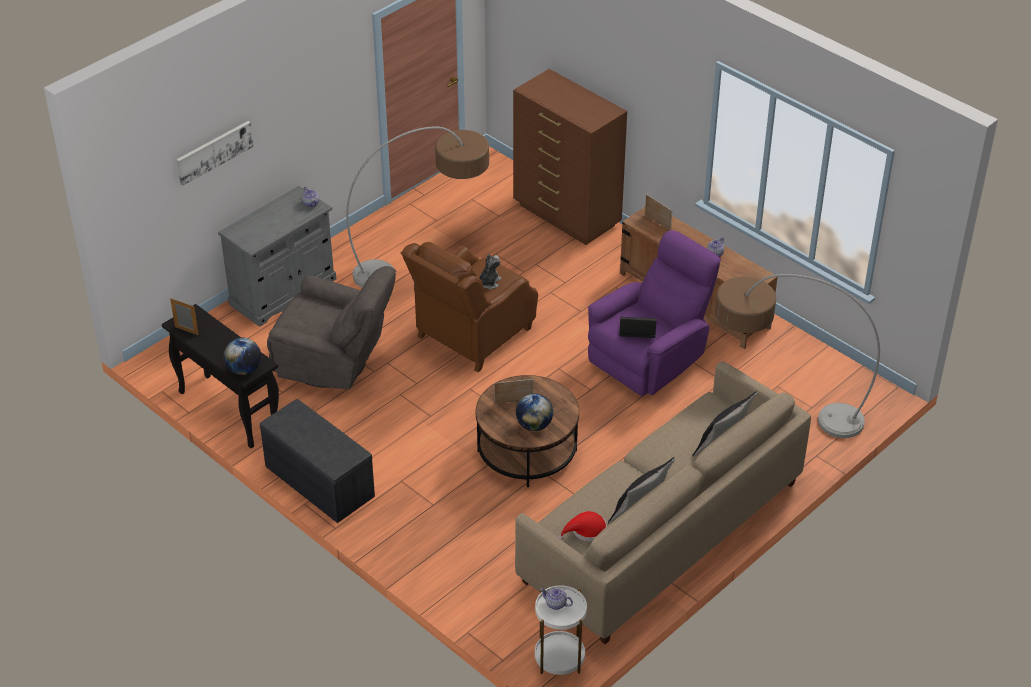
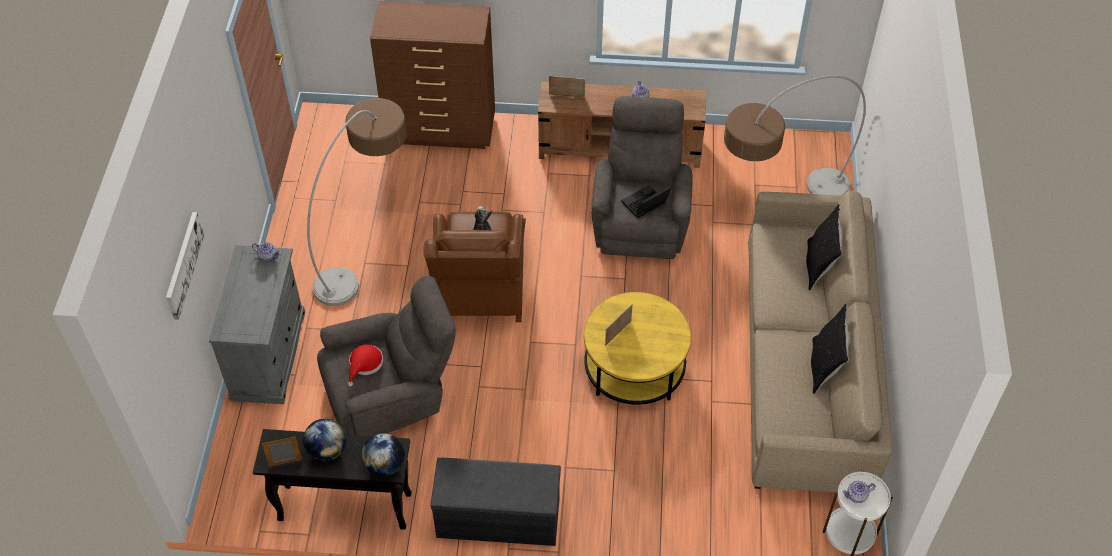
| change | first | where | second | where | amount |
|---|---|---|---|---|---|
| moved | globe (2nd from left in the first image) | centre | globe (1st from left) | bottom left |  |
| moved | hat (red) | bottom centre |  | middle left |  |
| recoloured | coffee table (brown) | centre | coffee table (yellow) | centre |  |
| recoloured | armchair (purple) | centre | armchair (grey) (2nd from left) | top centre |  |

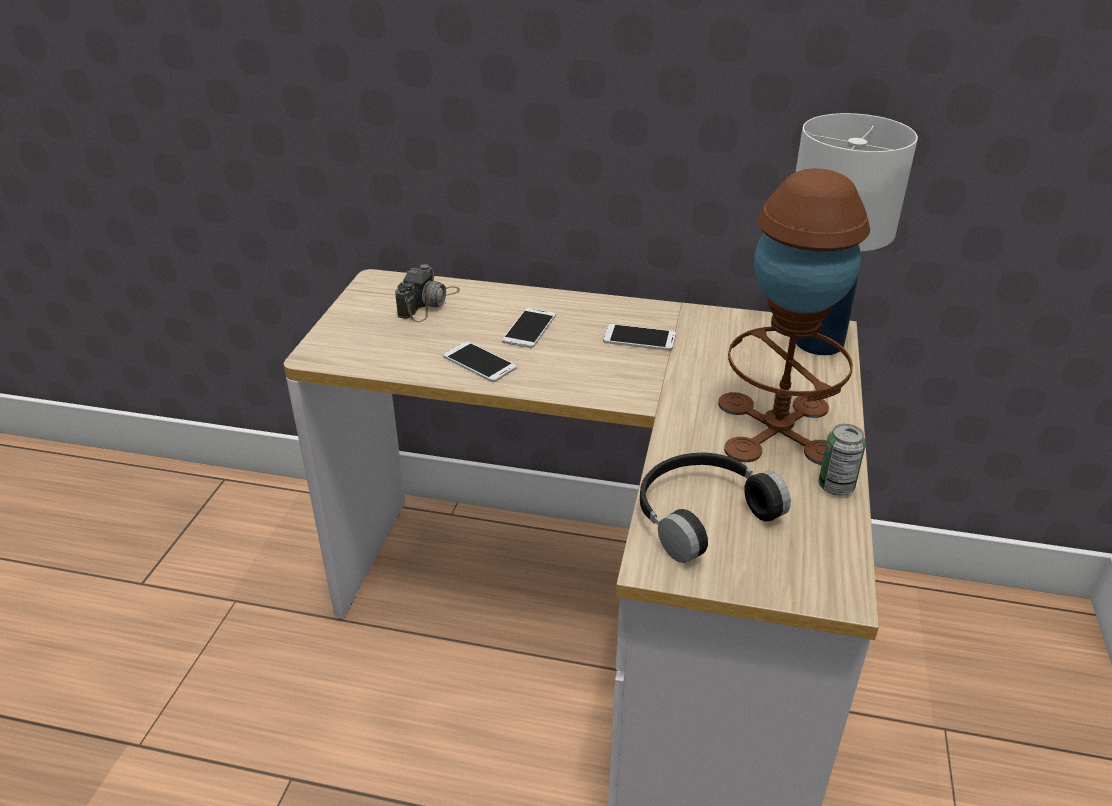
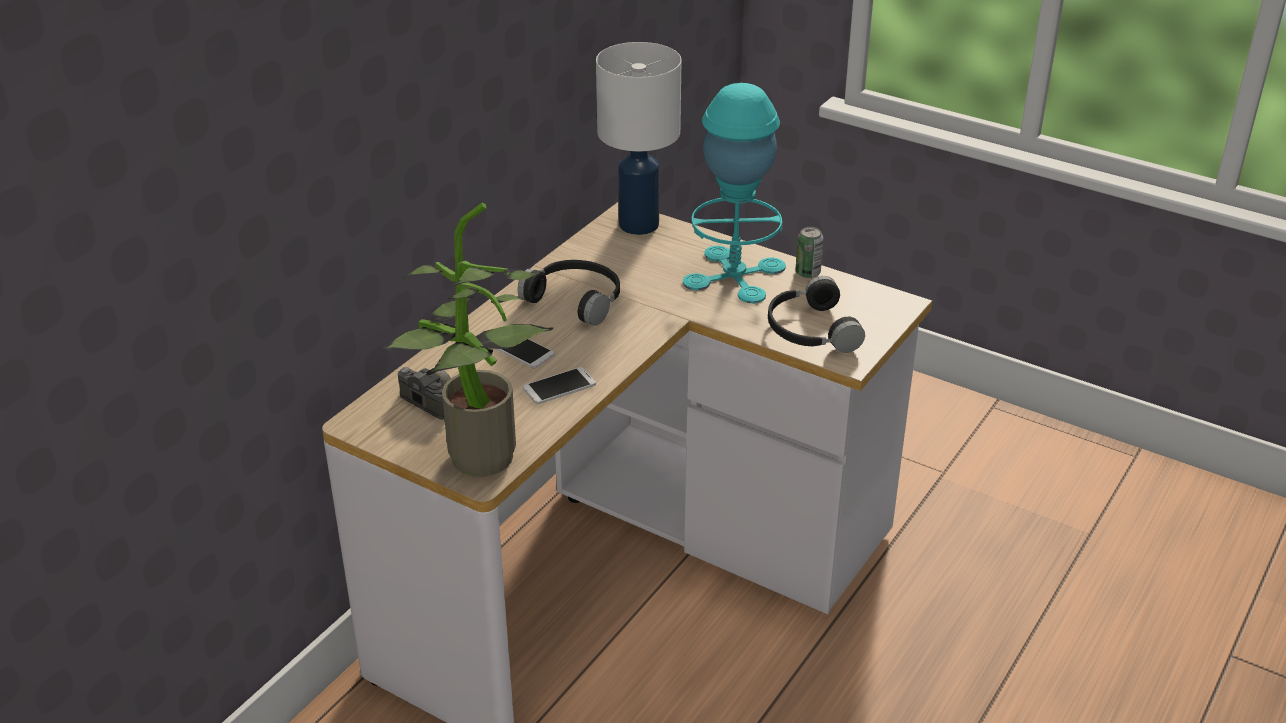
| change | first | where | second | where | amount |
|---|---|---|---|---|---|
| added |  |  | potted plant | centre |  |
| replaced | phone (3rd from left) | centre | headphones (black) (1st from left) | centre |  |
| recoloured | table lamp (brown) | middle right | table lamp (turquoise) | top centre |  |

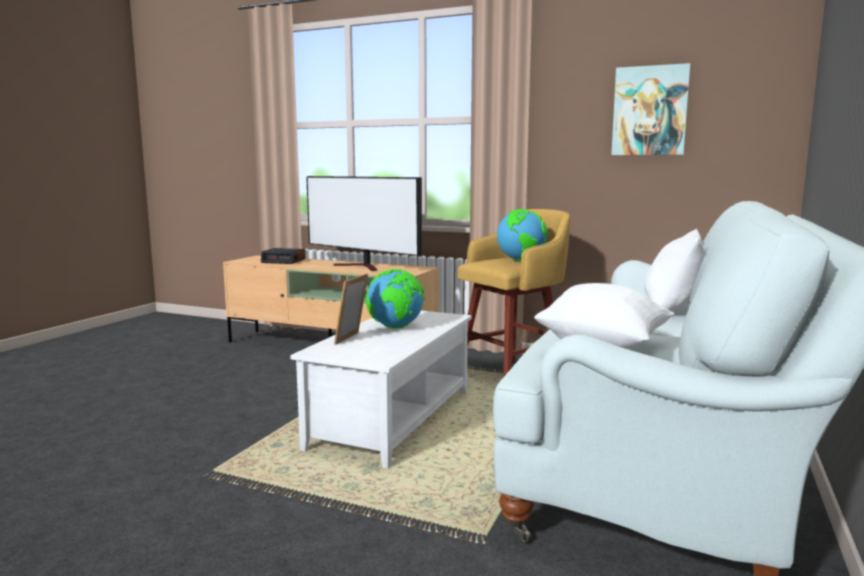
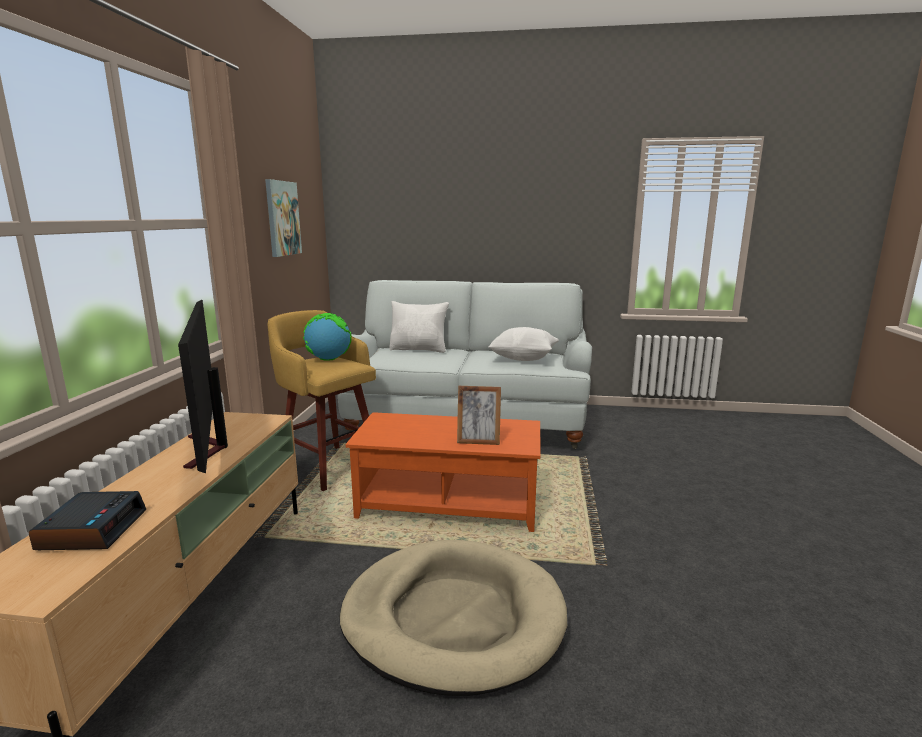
| change | first | where | second | where | amount |
|---|---|---|---|---|---|
| removed | globe (1st from left) | centre |  |  |  |
| added |  |  | dog bed (beige) | bottom centre |  |
| recoloured | coffee table (white) | bottom centre | coffee table (orange) | centre |  |
| turned | television | centre |  | middle left | 135 degrees clockwise |

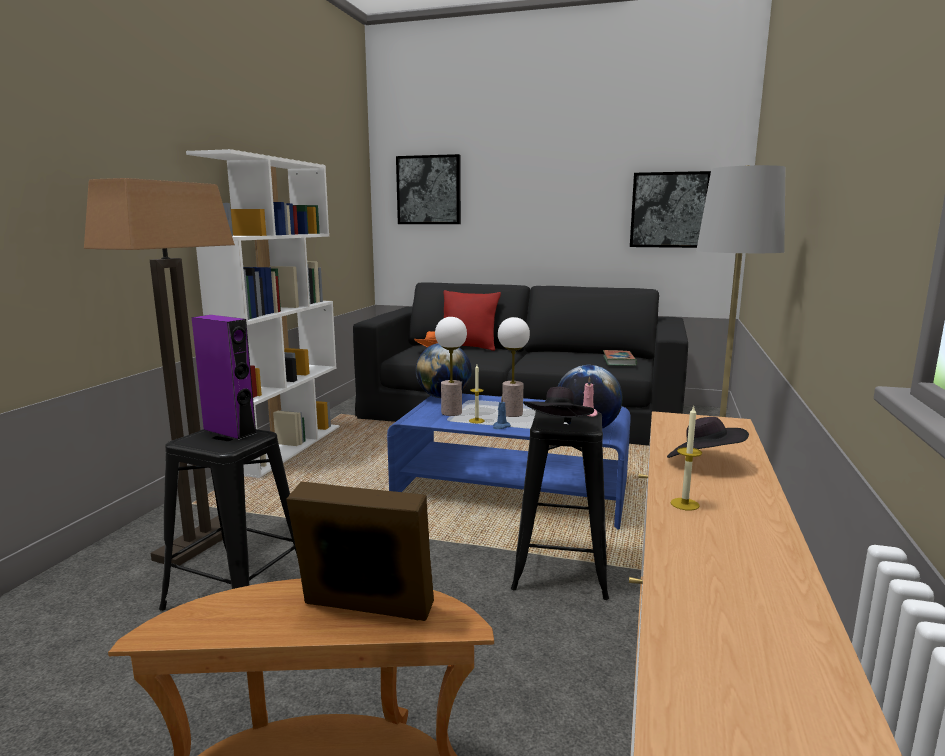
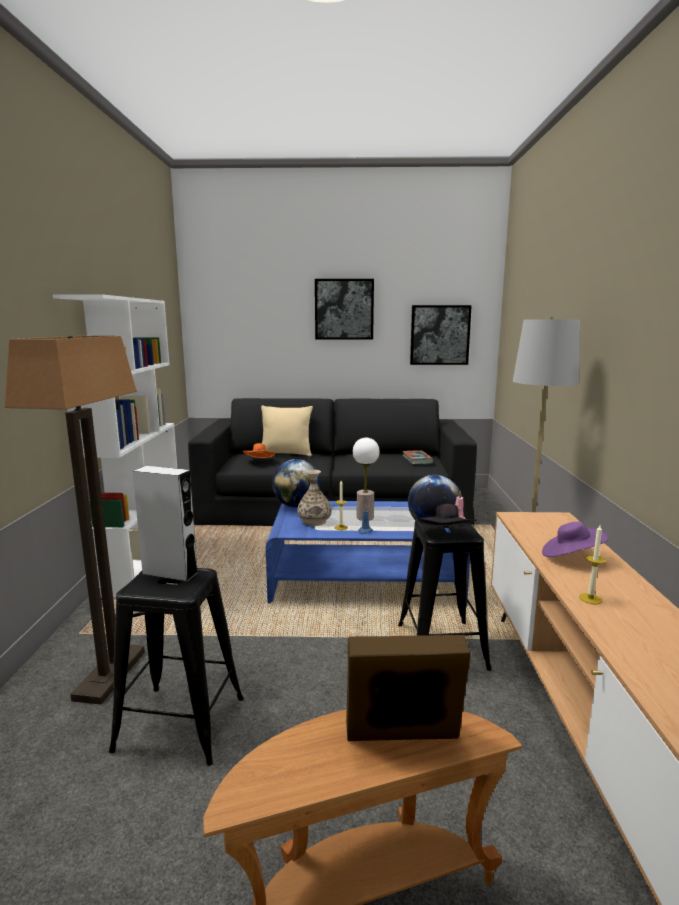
| change | first | where | second | where | amount |
|---|---|---|---|---|---|
| moved | picture (1st from left) | top centre |  | centre |  |
| replaced | table lamp (1st from left) | centre | vase | centre |  |
| recoloured | speaker (purple) | middle left | speaker (grey) | middle left |  |
| recoloured | pillow (red) | centre | pillow (beige) | centre |  |
| recoloured | hat (black) (2nd from left) | middle right | hat (purple) | middle right |  |

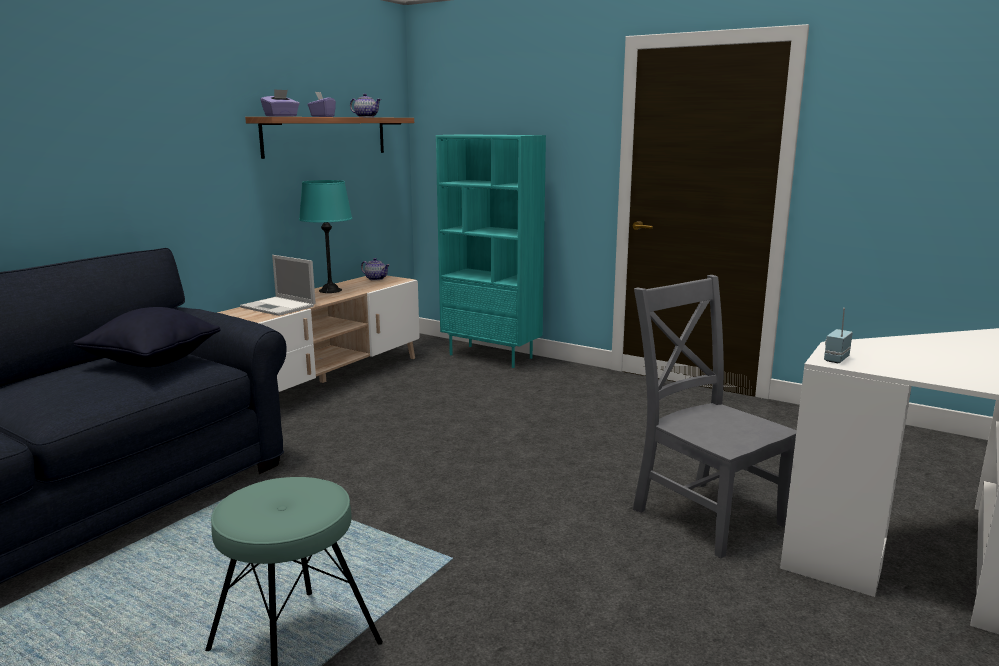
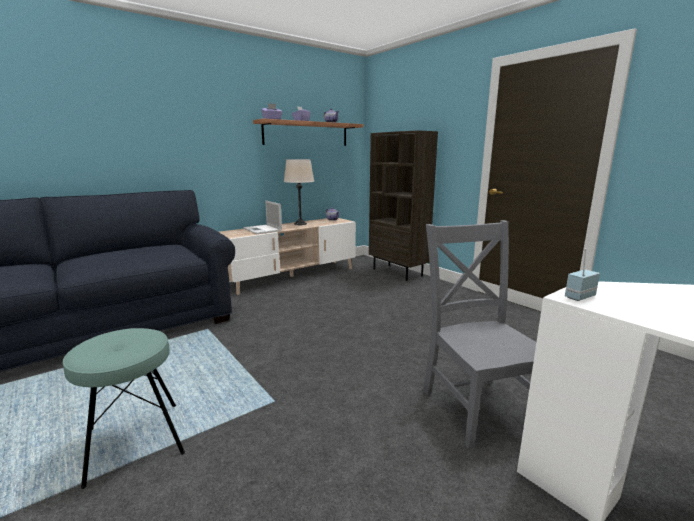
| change | first | where | second | where | amount |
|---|---|---|---|---|---|
| removed | pillow (black) | middle left |  |  |  |
| recoloured | table lamp (turquoise) | middle left | table lamp (beige) | centre |  |
| recoloured | bookcase (turquoise) | centre | bookcase (brown) | centre |  |

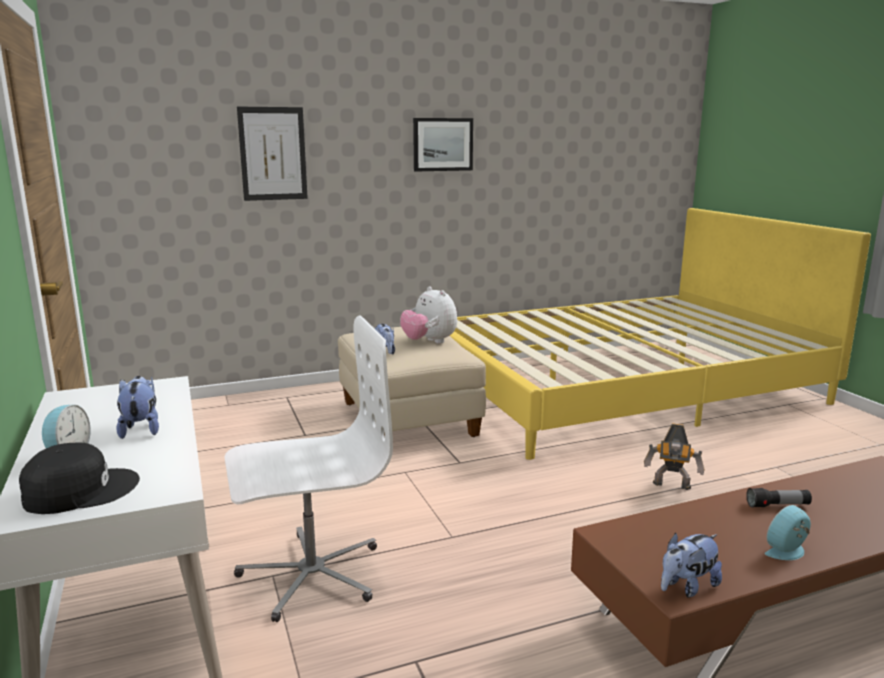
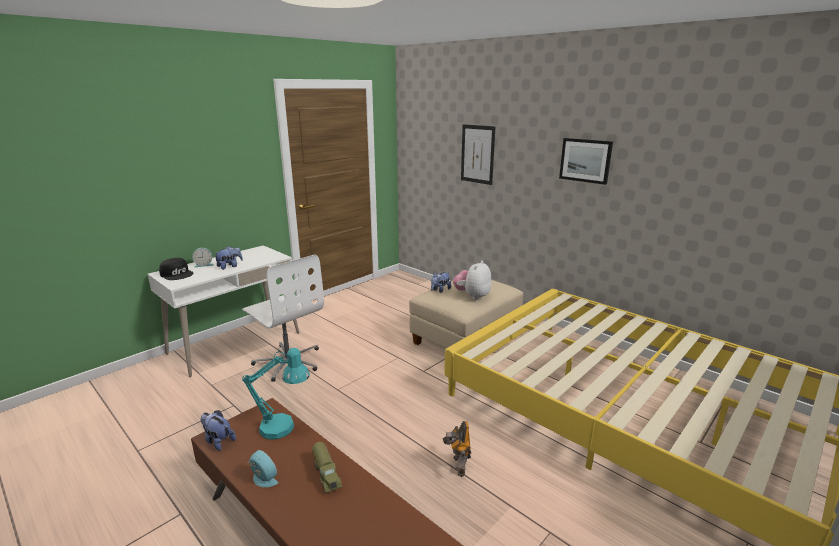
| change | first | where | second | where | amount |
|---|---|---|---|---|---|
| added |  |  | table lamp (turquoise) | bottom left |  |
| replaced | flashlight | bottom right | toy truck | bottom centre |  |

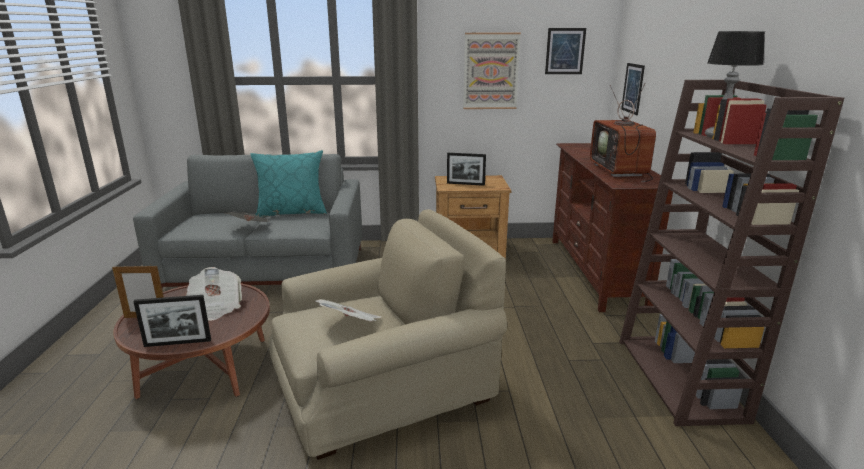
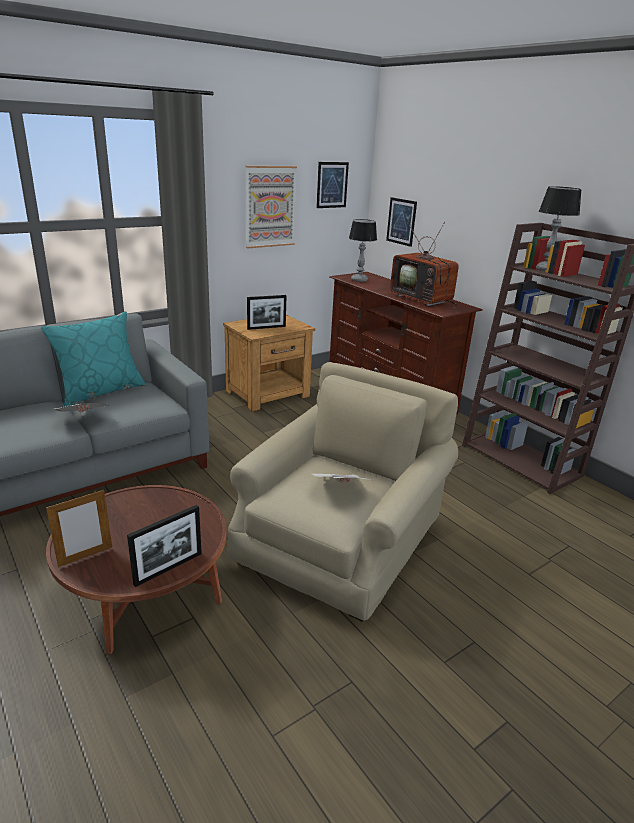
| change | first | where | second | where | amount |
|---|---|---|---|---|---|
| removed | newspaper (1st from left) | middle left |  |  |  |
| added |  |  | table lamp (1st from left) | top centre |  |

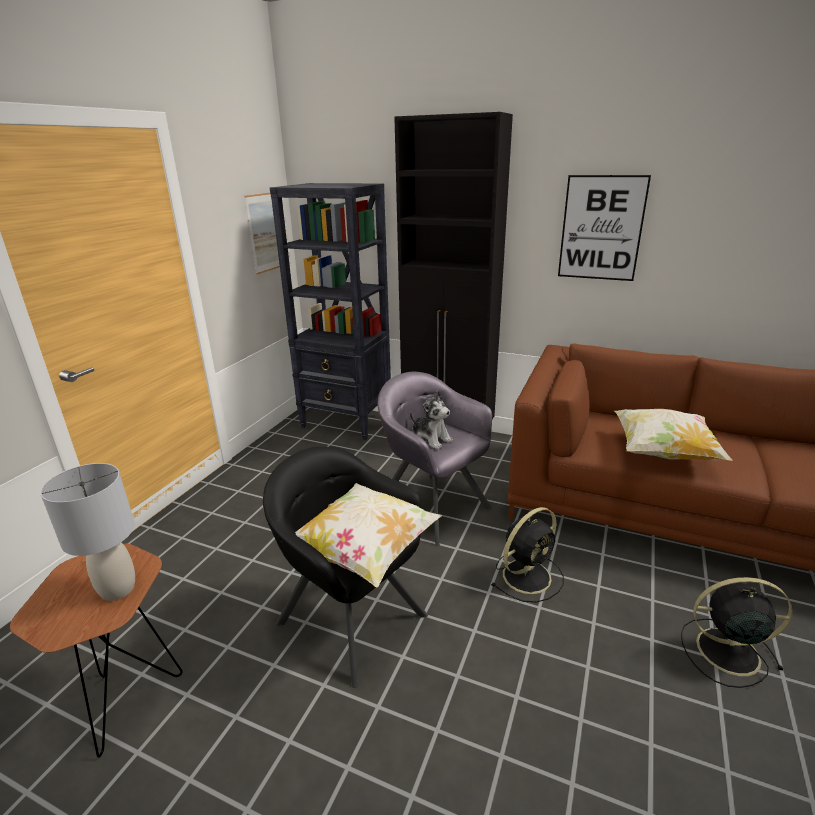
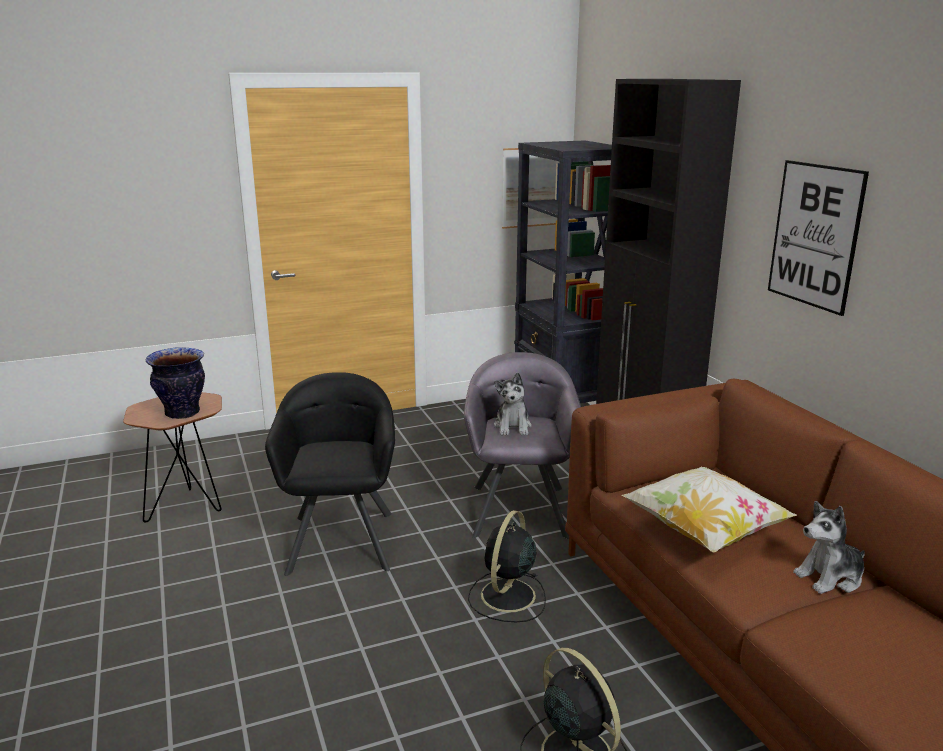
| change | first | where | second | where | amount |
|---|---|---|---|---|---|
| removed | pillow (1st from left) | centre |  |  |  |
| added |  |  | plush toy (2nd from left) | bottom right |  |
| replaced | table lamp (grey) | middle left | vase | middle left |  |
| turned | fan (black) (1st from left) | bottom centre |  | bottom centre | 105 degrees clockwise |

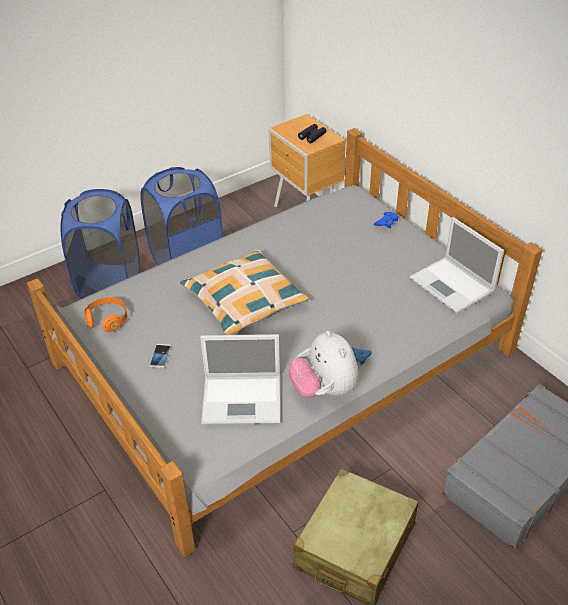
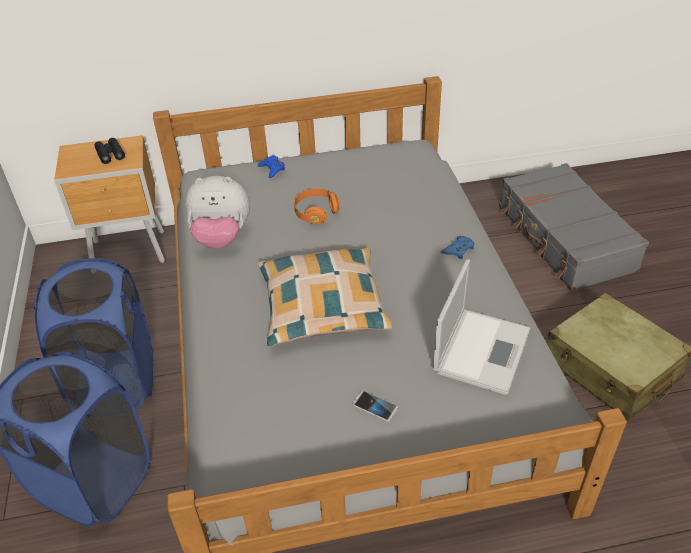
| change | first | where | second | where | amount |
|---|---|---|---|---|---|
| removed | laptop (2nd from left) | middle right |  |  |  |
| moved | headphones (orange) | middle left |  | centre |  |
| moved | plush toy | centre |  | middle left |  |

